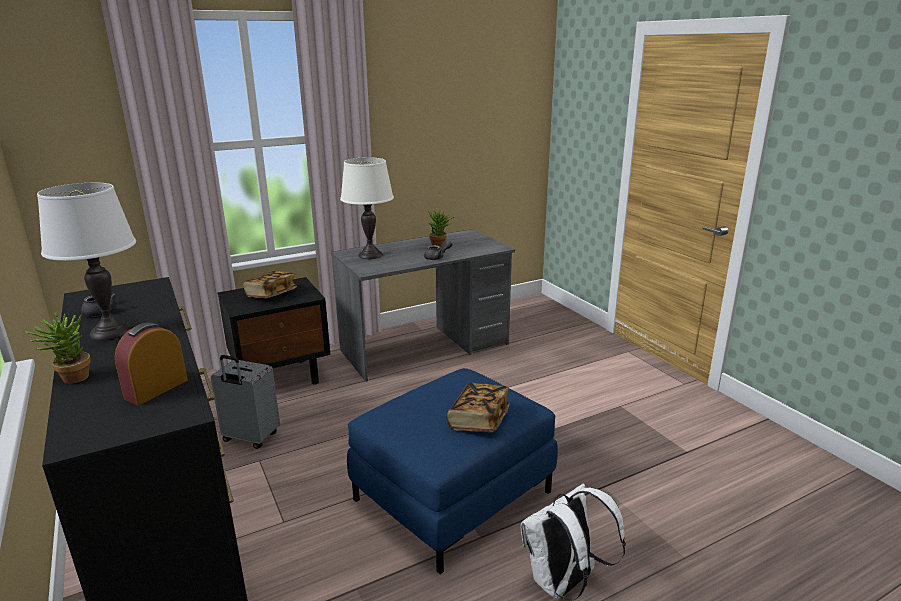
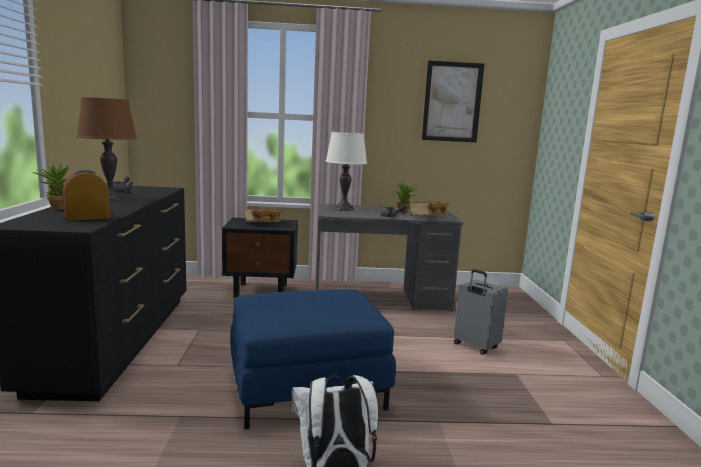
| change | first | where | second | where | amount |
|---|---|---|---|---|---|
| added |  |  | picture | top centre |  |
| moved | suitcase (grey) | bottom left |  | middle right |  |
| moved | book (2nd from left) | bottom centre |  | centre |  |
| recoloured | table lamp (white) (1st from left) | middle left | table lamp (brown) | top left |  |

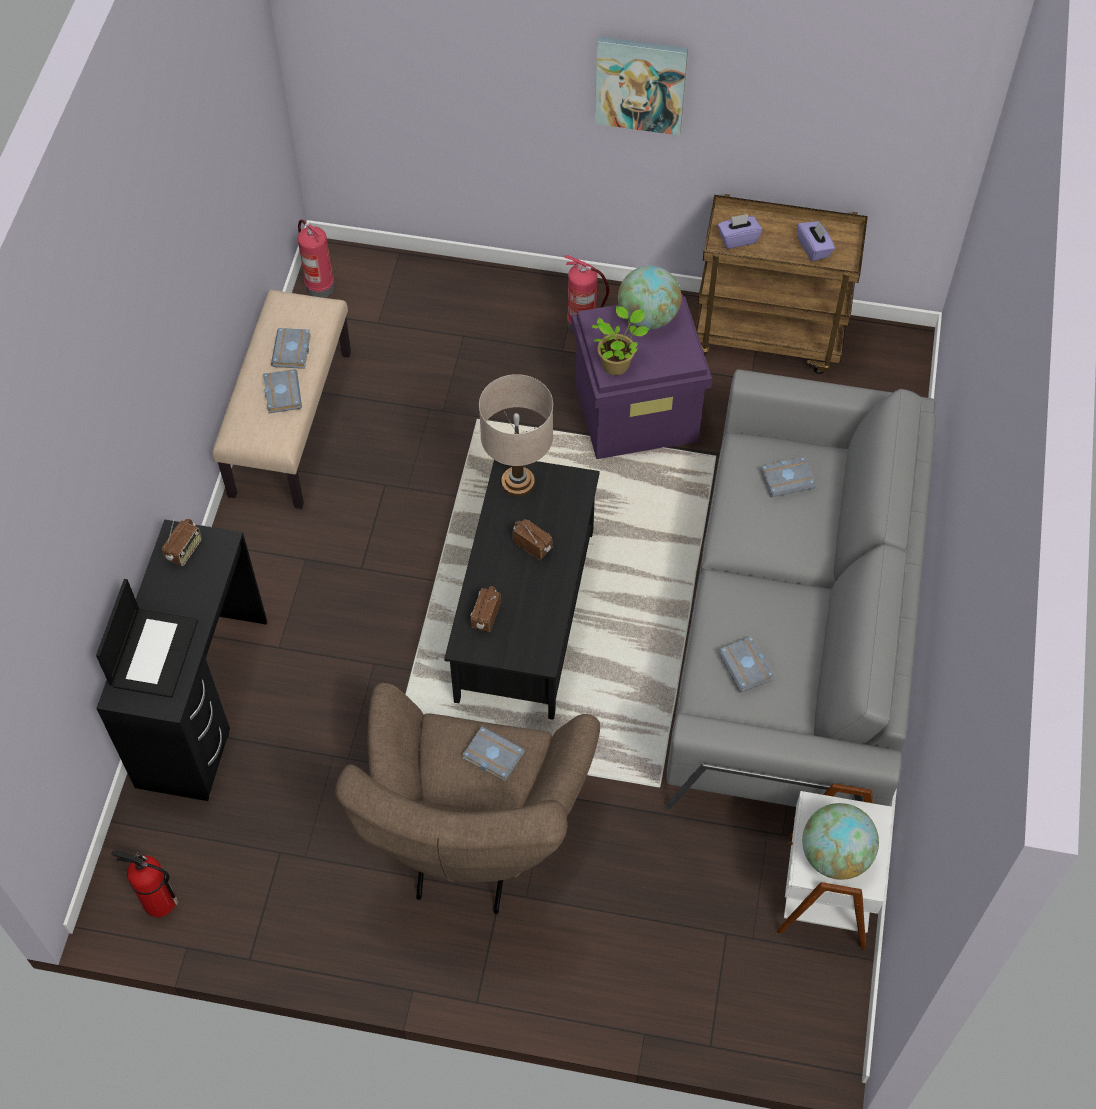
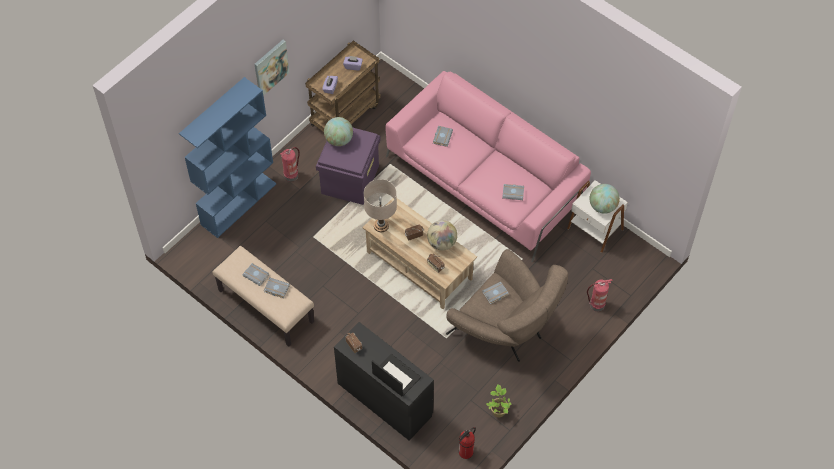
| change | first | where | second | where | amount |
|---|---|---|---|---|---|
| added |  |  | bookcase (blue) | middle left |  |
| added |  |  | globe (2nd from left) | centre |  |
| moved | fire extinguisher (2nd from left in the first image) | top left | fire extinguisher (3rd from left) | middle right |  |
| moved | potted plant | top centre |  | bottom centre |  |
| recoloured | coffee table (black) | centre | coffee table (beige) | centre |  |
| recoloured | sofa (grey) | middle right | sofa (pink) | centre |  |

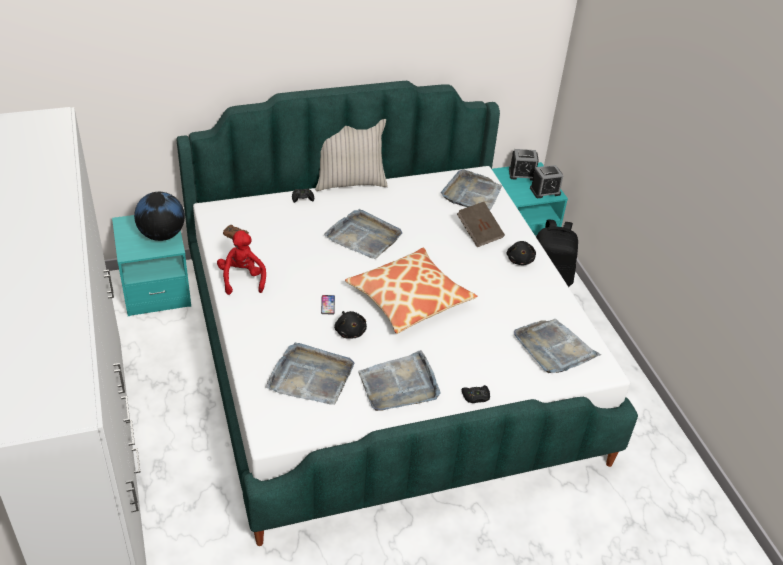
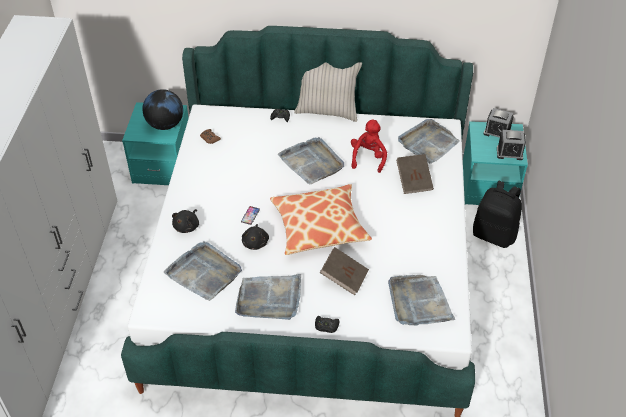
| change | first | where | second | where | amount |
|---|---|---|---|---|---|
| added |  |  | book (brown) (1st from left) | centre |  |
| moved | plush toy (red) | middle left |  | centre |  |
| moved | plush toy (black) (2nd from left in the first image) | centre | plush toy (black) (1st from left) | middle left |  |

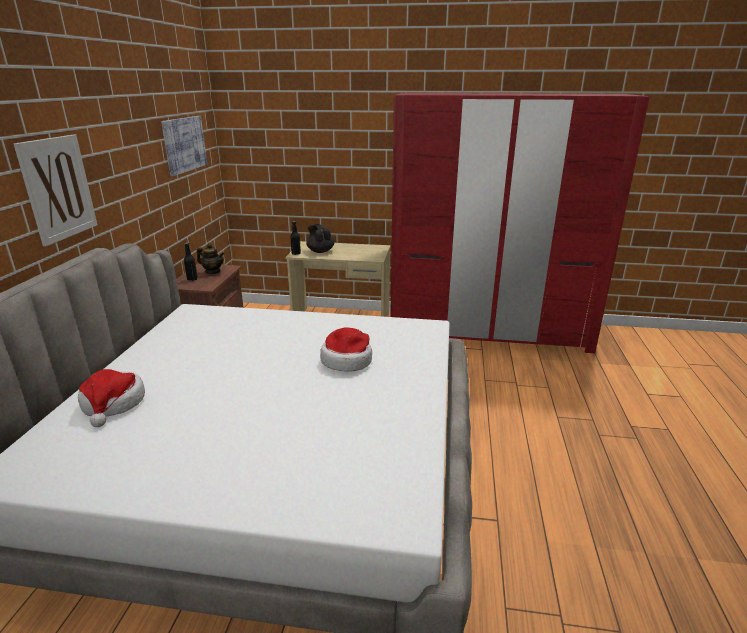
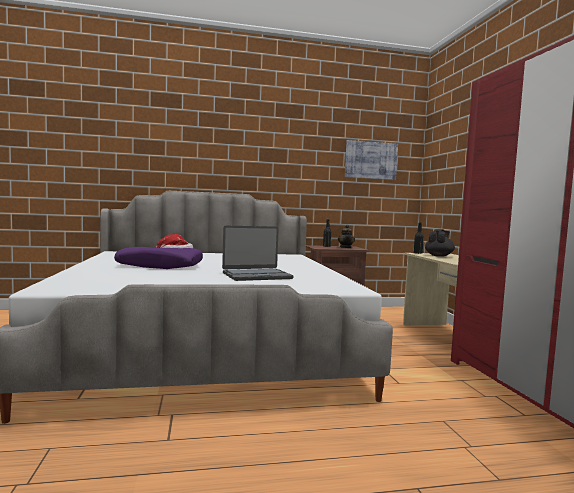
| change | first | where | second | where | amount |
|---|---|---|---|---|---|
| removed | picture (1st from left) | top left |  |  |  |
| added |  |  | pillow (purple) | middle left |  |
| replaced | hat (2nd from left) | centre | laptop | centre |  |

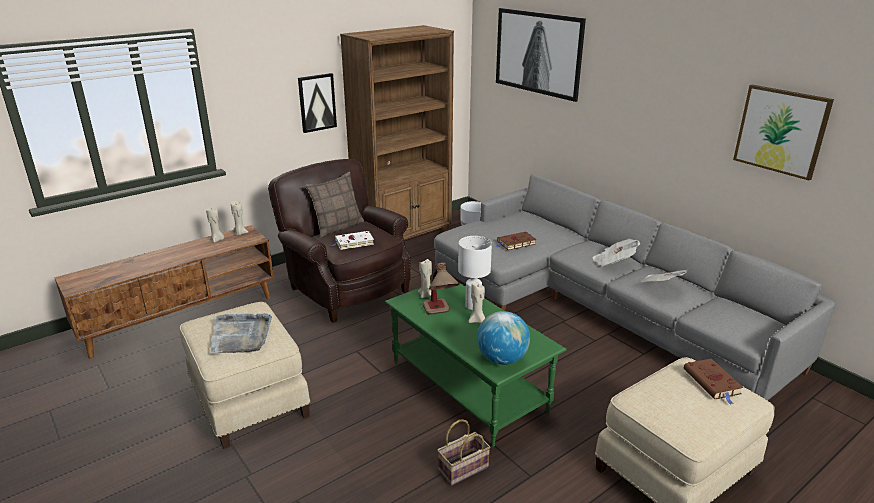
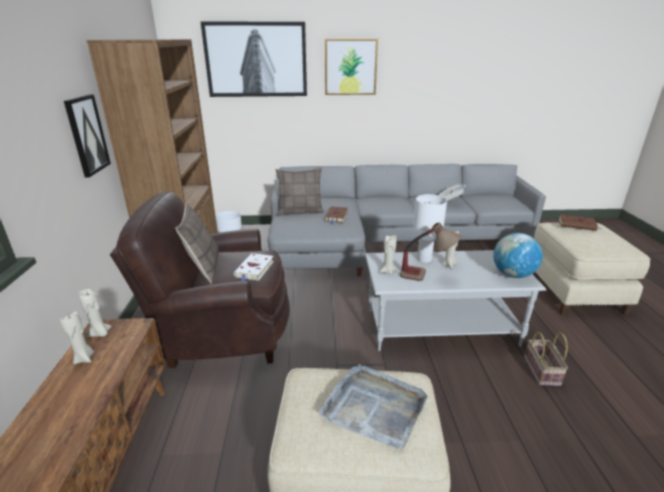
| change | first | where | second | where | amount |
|---|---|---|---|---|---|
| removed | newspaper (1st from left) | middle right |  |  |  |
| added |  |  | pillow (2nd from left) | centre |  |
| moved | picture (3rd from left) | top right |  | top centre |  |
| recoloured | coffee table (green) | bottom centre | coffee table (grey) | middle right |  |

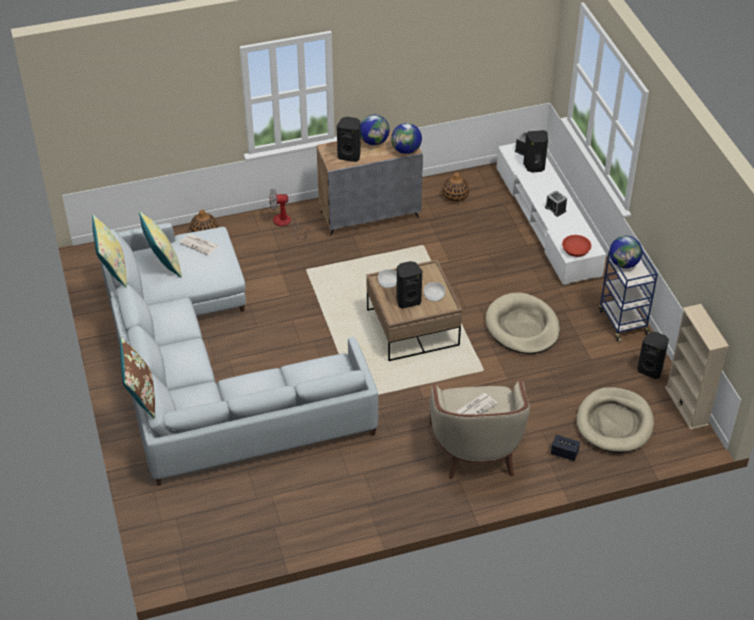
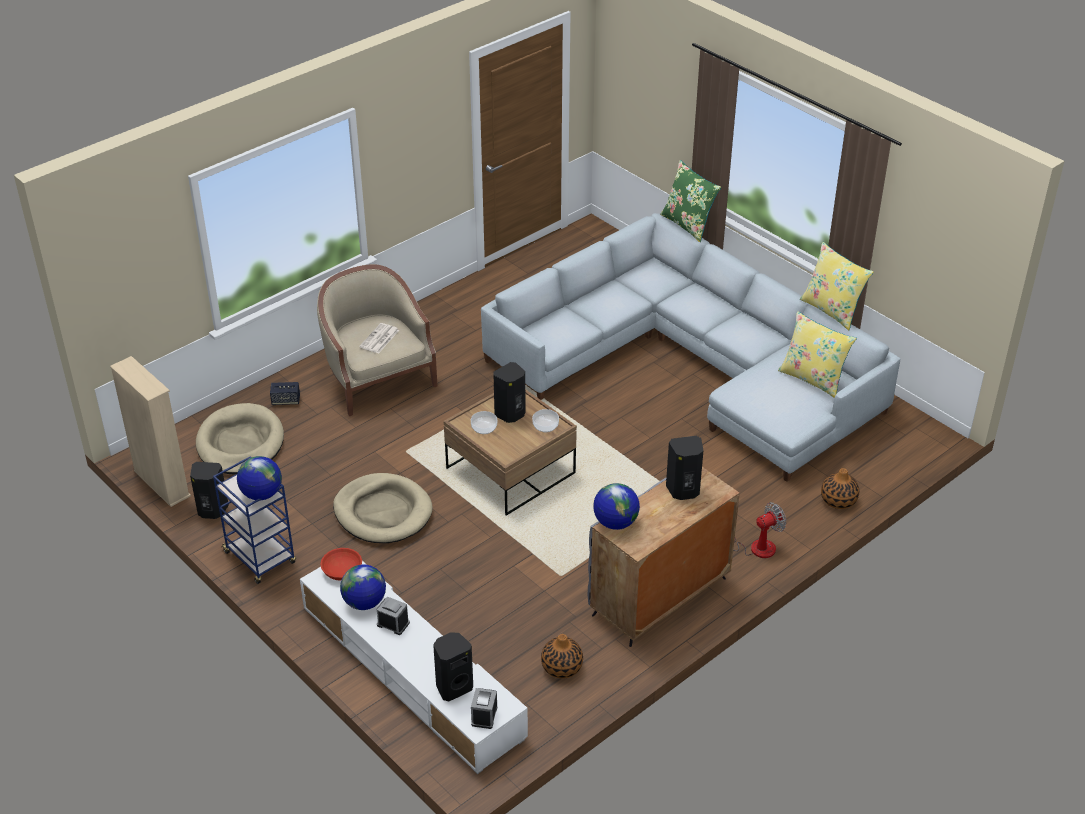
| change | first | where | second | where | amount |
|---|---|---|---|---|---|
| removed | newspaper (1st from left) | middle left |  |  |  |
| moved | globe (1st from left in the first image) | top centre | globe (2nd from left) | bottom centre |  |
| recoloured | pillow (brown) | middle left | pillow (green) | top centre |  |

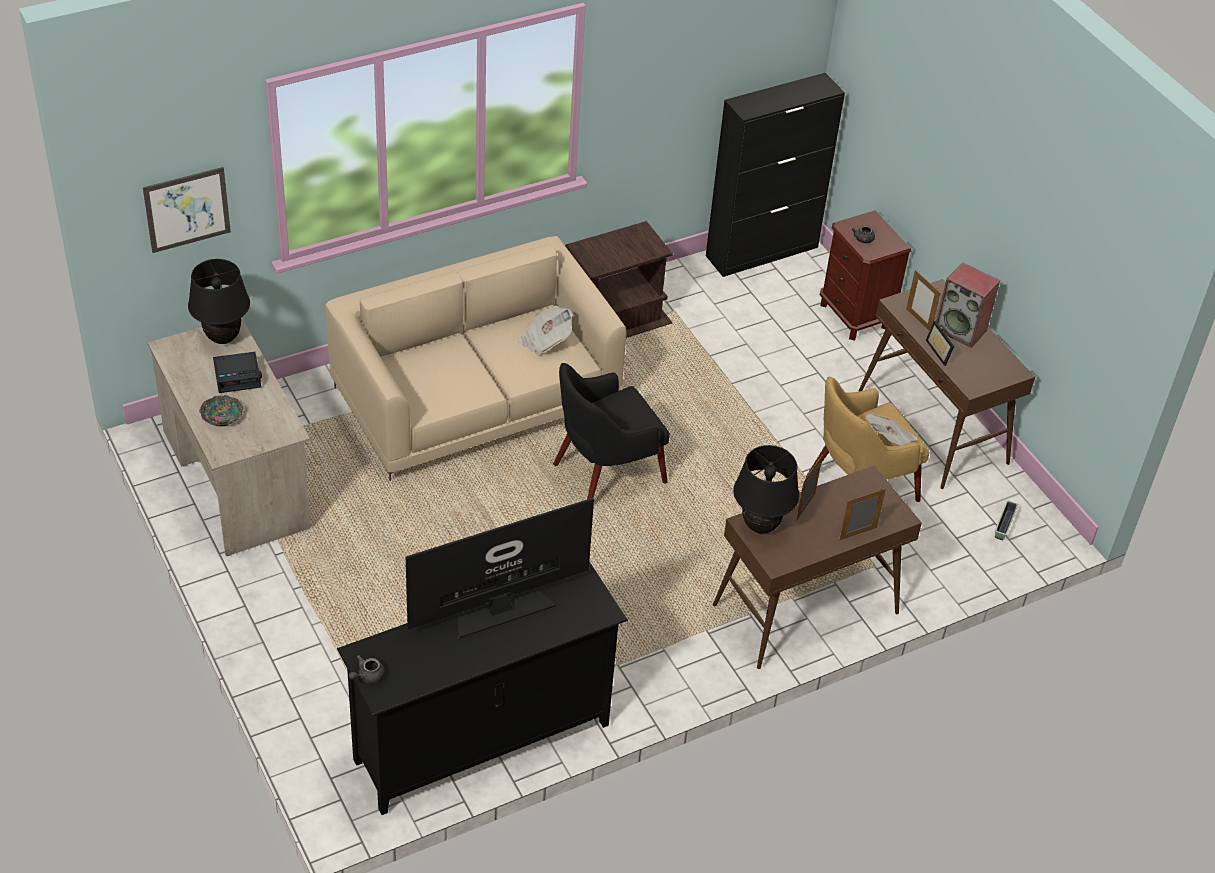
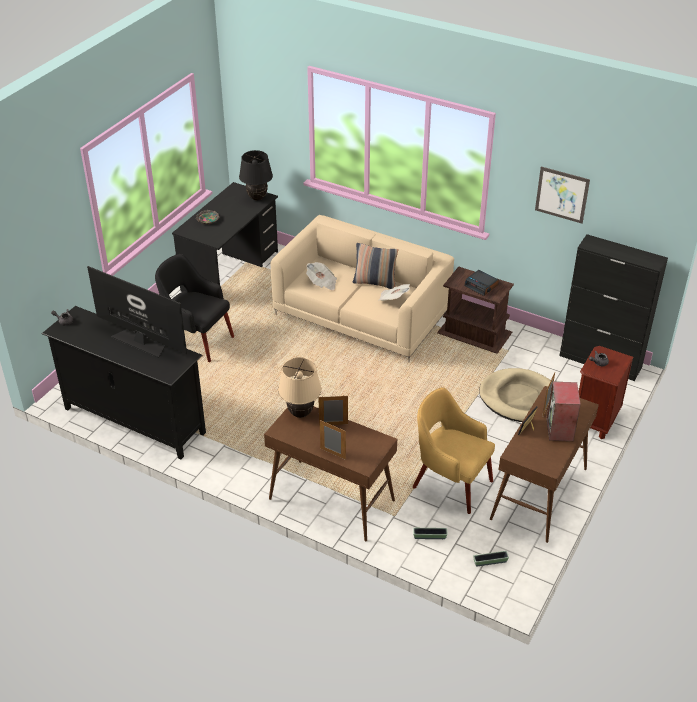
| change | first | where | second | where | amount |
|---|---|---|---|---|---|
| added |  |  | pillow | centre |  |
| added |  |  | planter (1st from left) | bottom centre |  |
| added |  |  | dog bed (beige) | middle right |  |
| moved | picture | top left |  | top right |  |
| moved | alarm clock | middle left |  | middle right |  |
| moved | armchair (black) | centre |  | middle left |  |
| moved | newspaper (2nd from left in the first image) | middle right | newspaper (1st from left) | centre |  |
| recoloured | desk (beige) | middle left | desk (black) | middle left |  |
| recoloured | table lamp (black) (2nd from left) | centre | table lamp (beige) | centre |  |

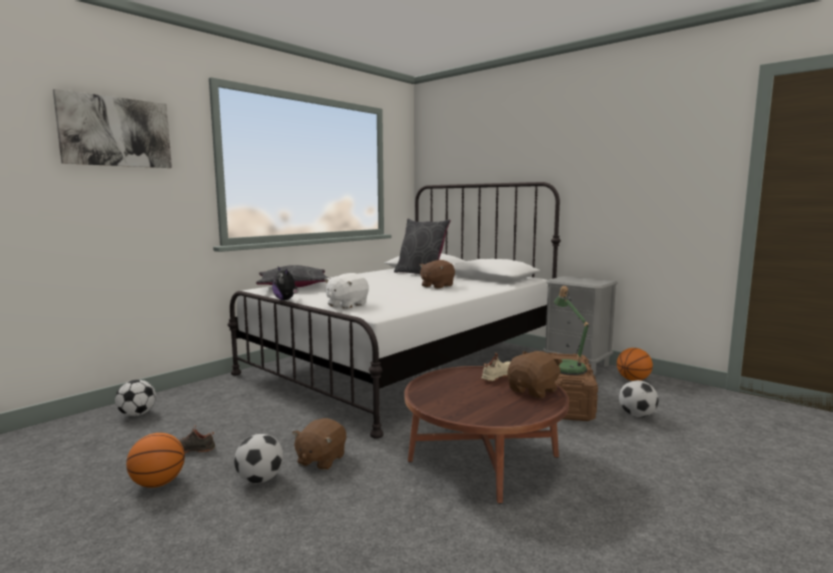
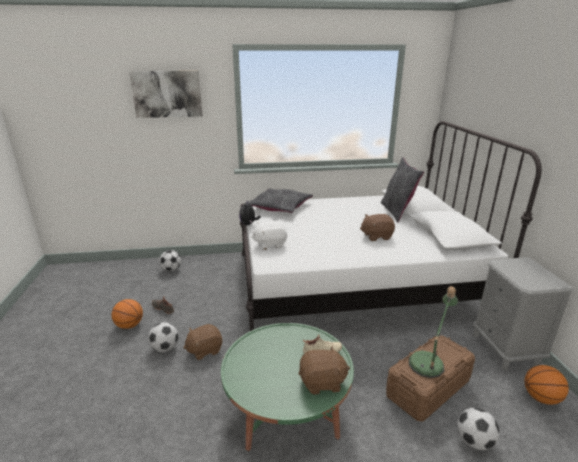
| change | first | where | second | where | amount |
|---|---|---|---|---|---|
| recoloured | coffee table (brown) | bottom centre | coffee table (green) | bottom centre |  |

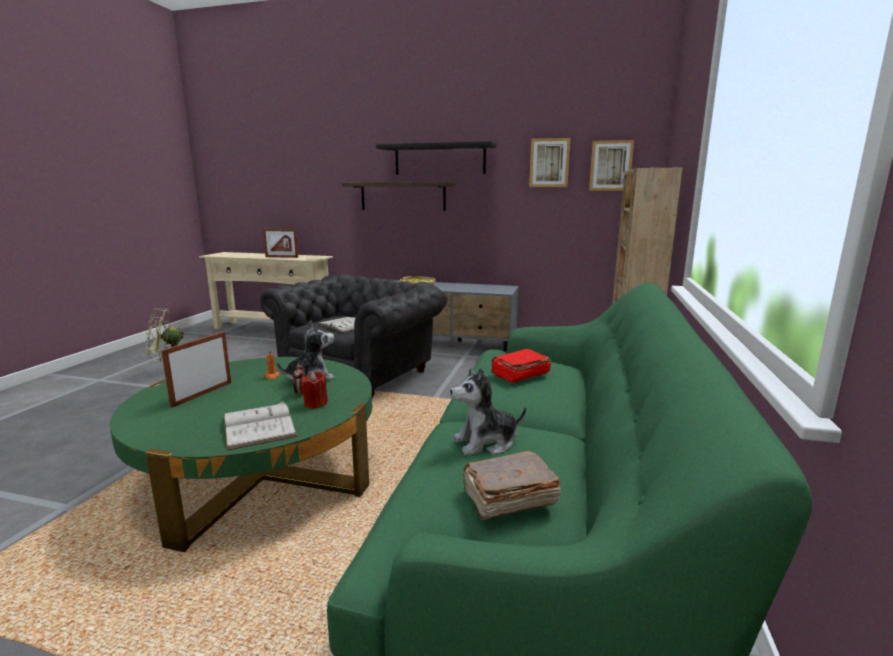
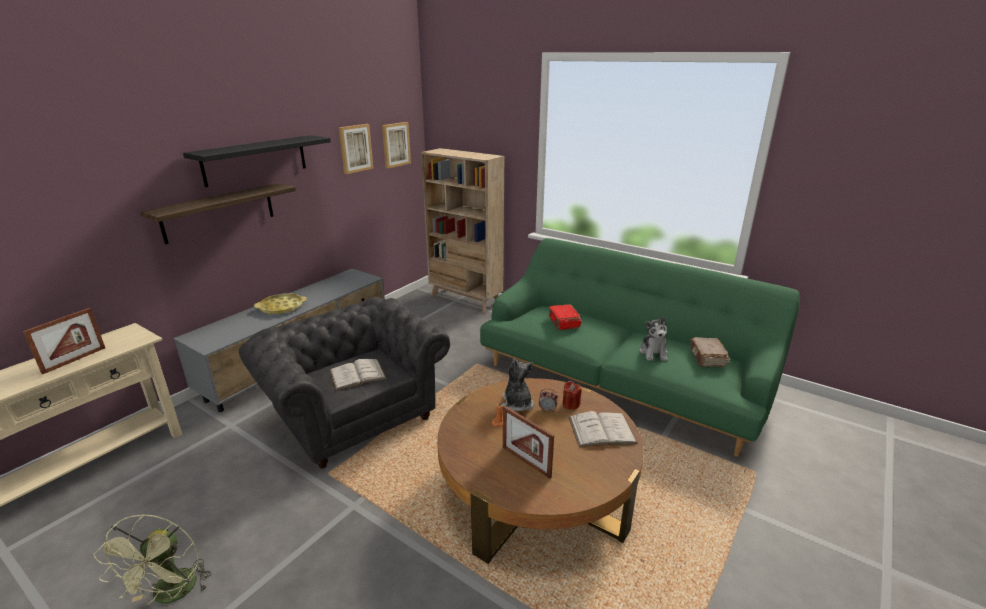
| change | first | where | second | where | amount |
|---|---|---|---|---|---|
| recoloured | coffee table (green) | bottom left | coffee table (brown) | bottom centre |  |

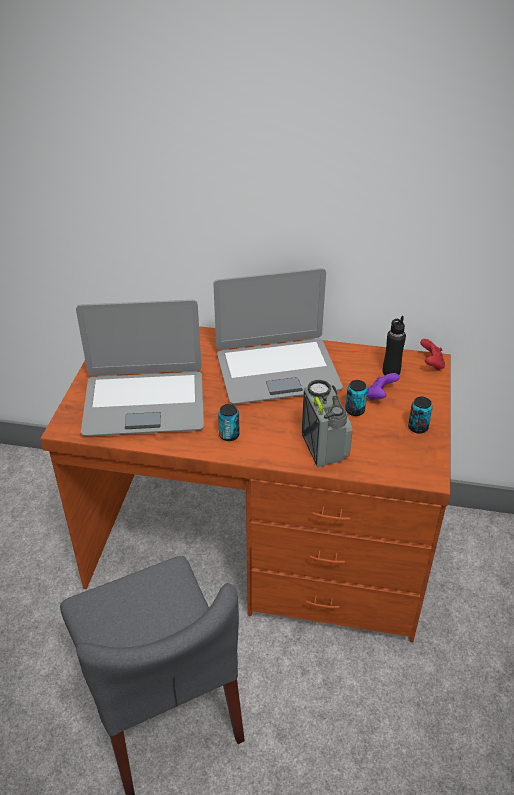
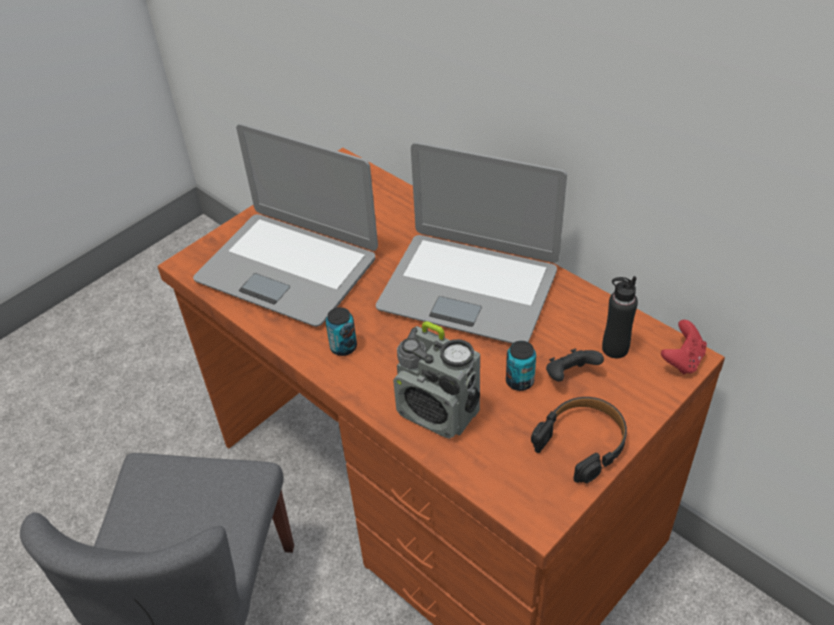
| change | first | where | second | where | amount |
|---|---|---|---|---|---|
| replaced | can (3rd from left) | middle right | headphones (black) | bottom right |  |
| recoloured | game controller (purple) | middle right | game controller (black) | middle right |  |
| turned | radio | centre |  | centre | 105 degrees clockwise |

